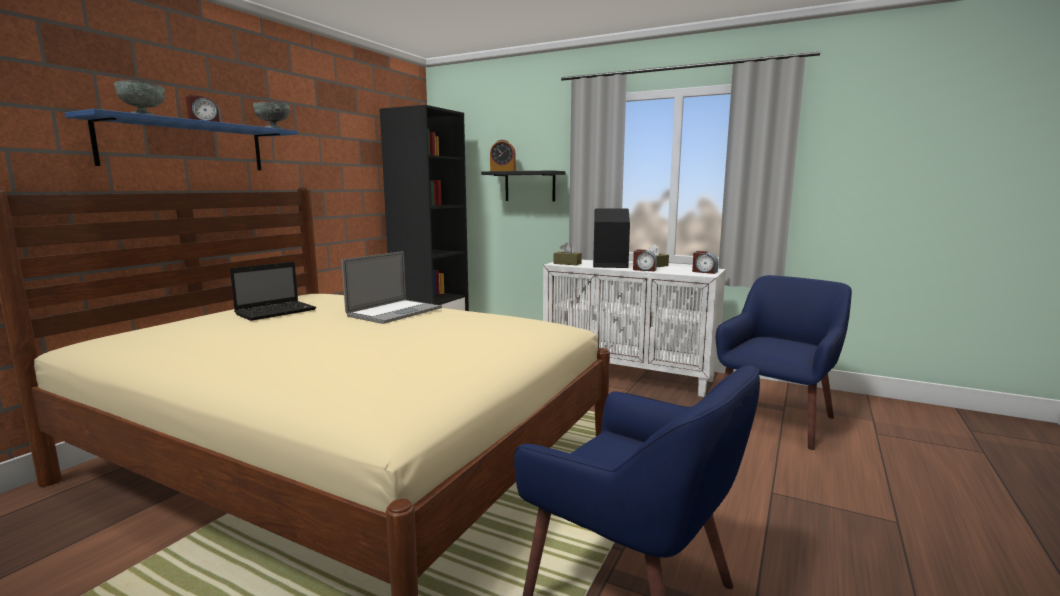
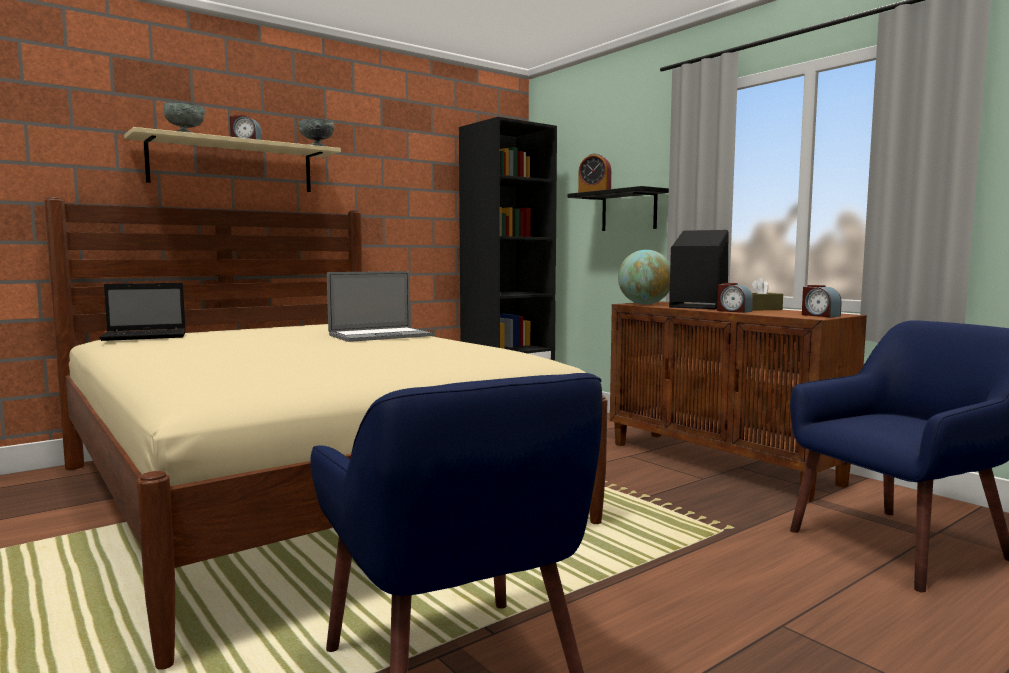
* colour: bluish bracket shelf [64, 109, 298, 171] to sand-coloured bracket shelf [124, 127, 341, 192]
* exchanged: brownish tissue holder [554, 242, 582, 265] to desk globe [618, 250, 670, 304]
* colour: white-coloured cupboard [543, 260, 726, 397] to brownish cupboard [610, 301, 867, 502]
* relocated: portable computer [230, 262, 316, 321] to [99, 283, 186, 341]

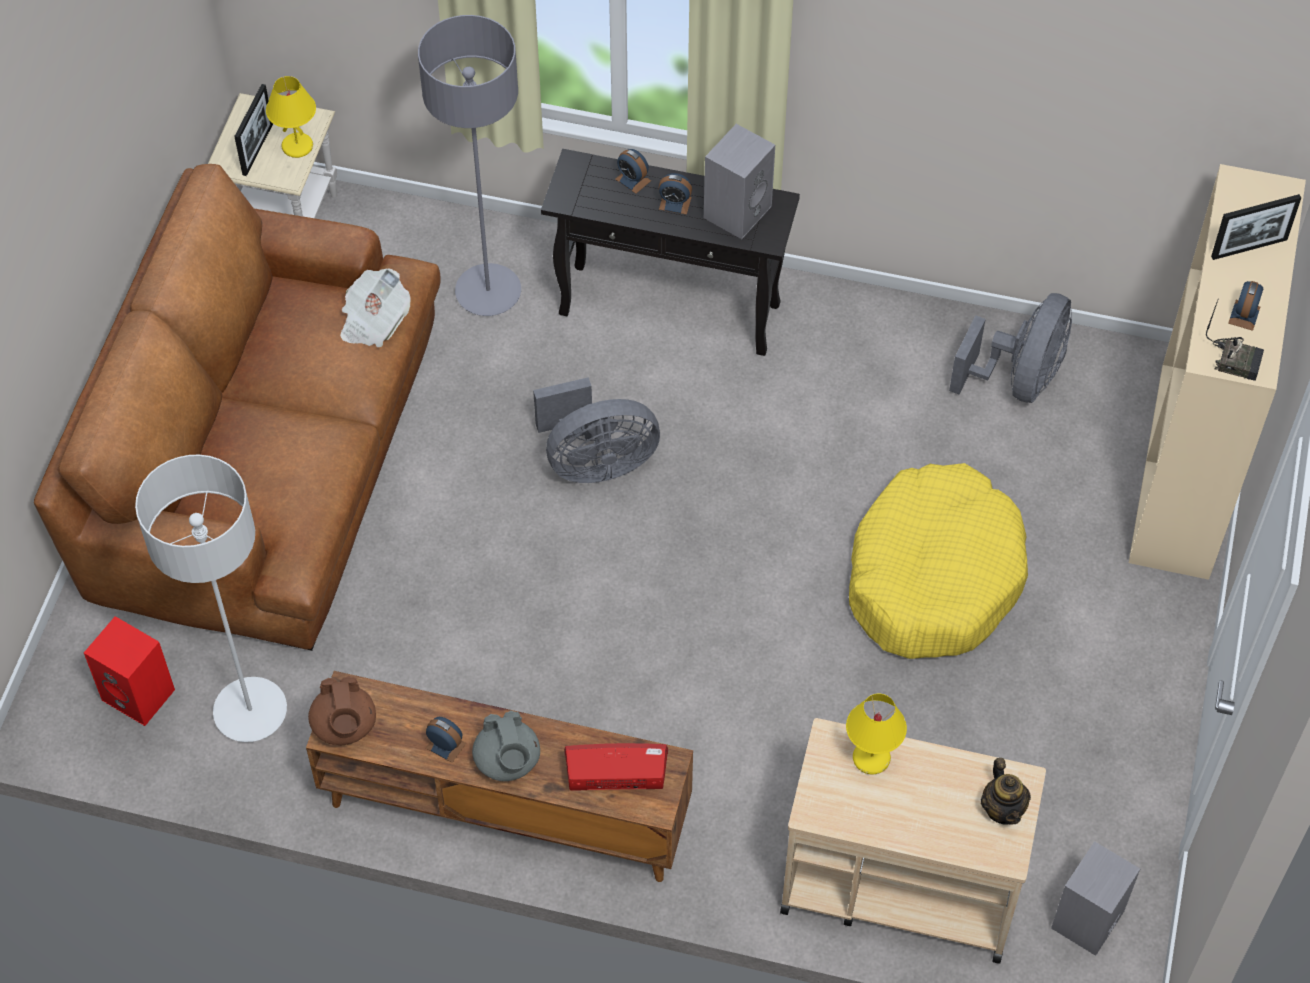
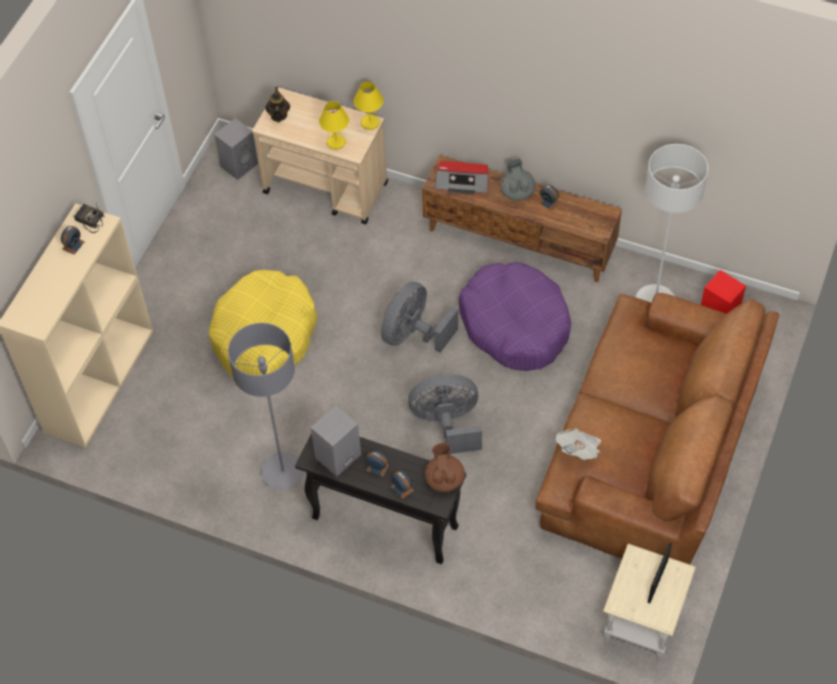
* relocated: grey standard lamp [418, 15, 521, 316] to [228, 323, 304, 490]
* relocated: yellow table lamp [266, 76, 316, 158] to [354, 81, 384, 130]
* missing: standing frame [1211, 194, 1301, 260]
* relocated: grey electric fan [949, 293, 1072, 403] to [381, 281, 458, 353]
* relocated: brownish tea pot [308, 676, 376, 746] to [425, 443, 465, 492]
* appeared: purplish dog cushion [459, 262, 571, 371]

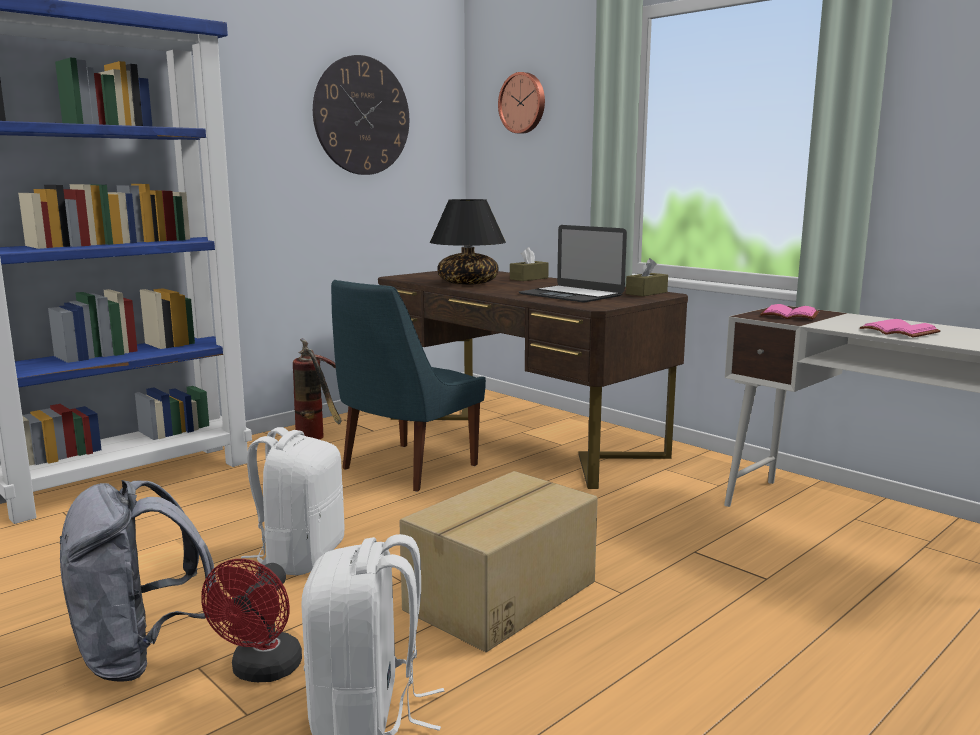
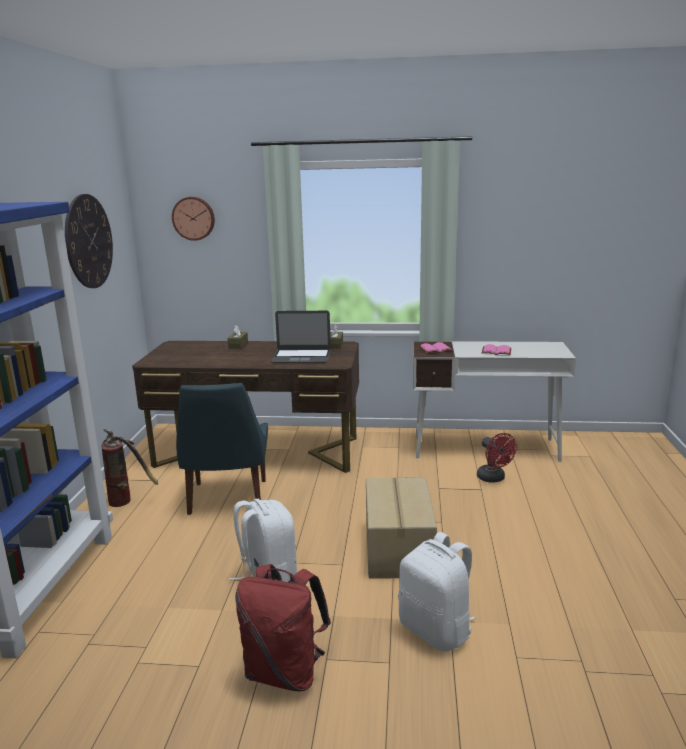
* missing: black table lamp [430, 199, 506, 285]
* colour: grey backpack [60, 480, 216, 682] to red-coloured backpack [235, 564, 331, 692]
* relocated: red-coloured electric fan [201, 559, 302, 682] to [477, 433, 517, 483]

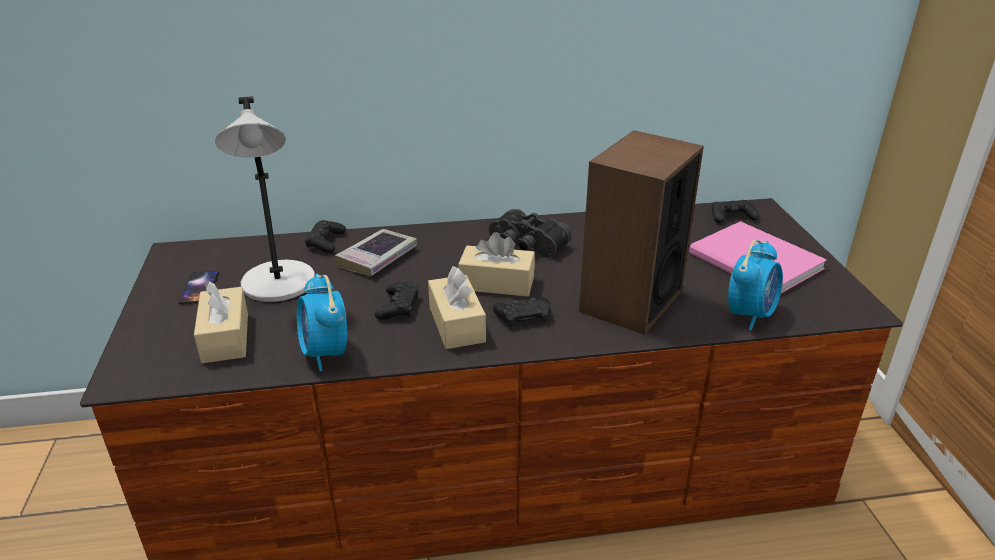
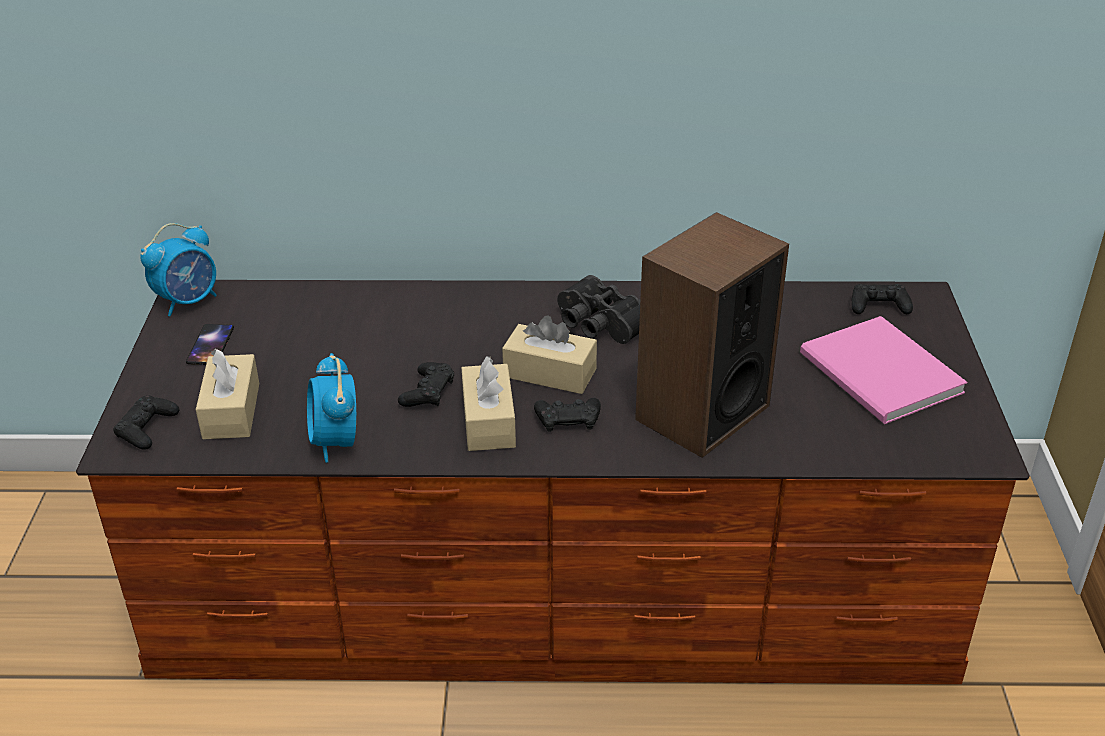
* missing: grey table lamp [215, 96, 315, 302]
* relocated: black gamepad [305, 220, 346, 253] to [113, 395, 179, 450]
* missing: volume [335, 229, 417, 276]
* relocated: bedside clock [728, 240, 783, 331] to [140, 223, 217, 316]

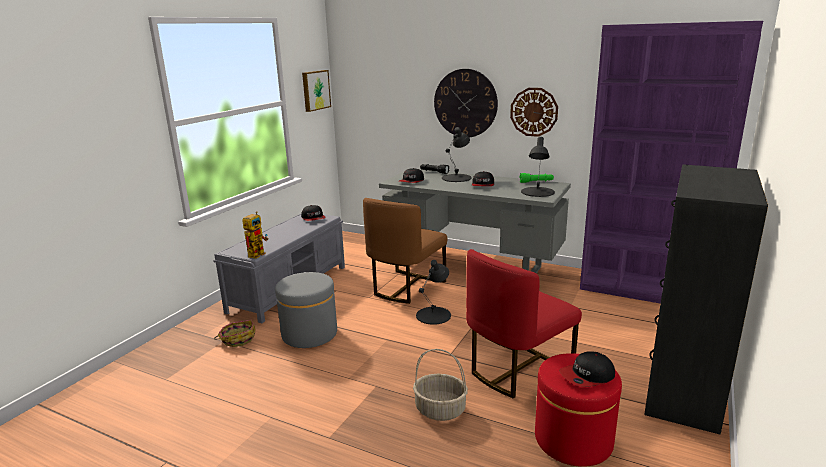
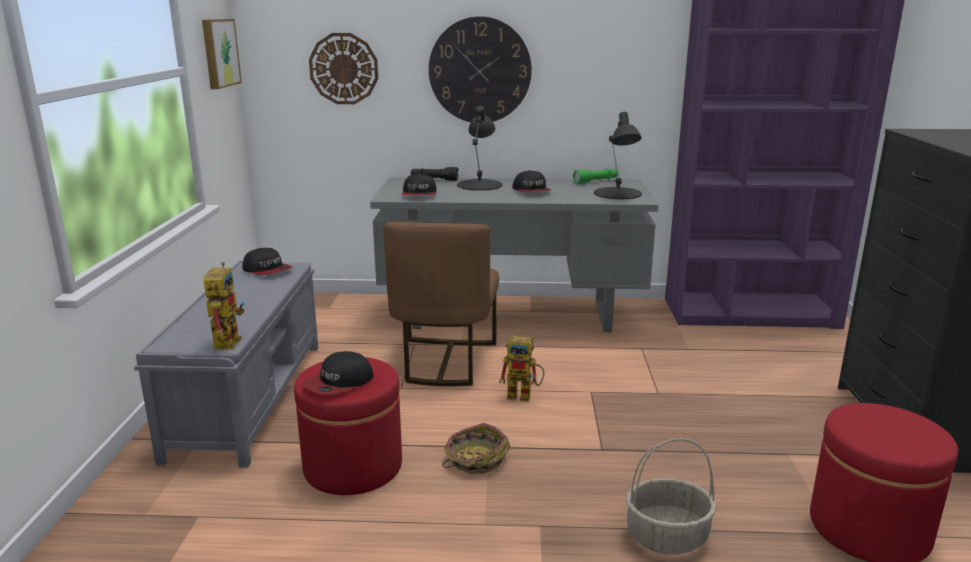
* relocated: wall clock [510, 88, 558, 137] to [309, 33, 378, 104]
* missing: red-coloured upright chair [466, 249, 582, 399]
* exchanged: black table lamp [416, 260, 451, 325] to model robot [499, 336, 544, 402]
* colour: grey ottoman [275, 272, 337, 348] to red-coloured ottoman [294, 357, 402, 495]
* relocated: storage basket [214, 320, 256, 347] to [443, 423, 511, 474]
* relocated: peaked cap [559, 351, 615, 387] to [301, 351, 373, 395]

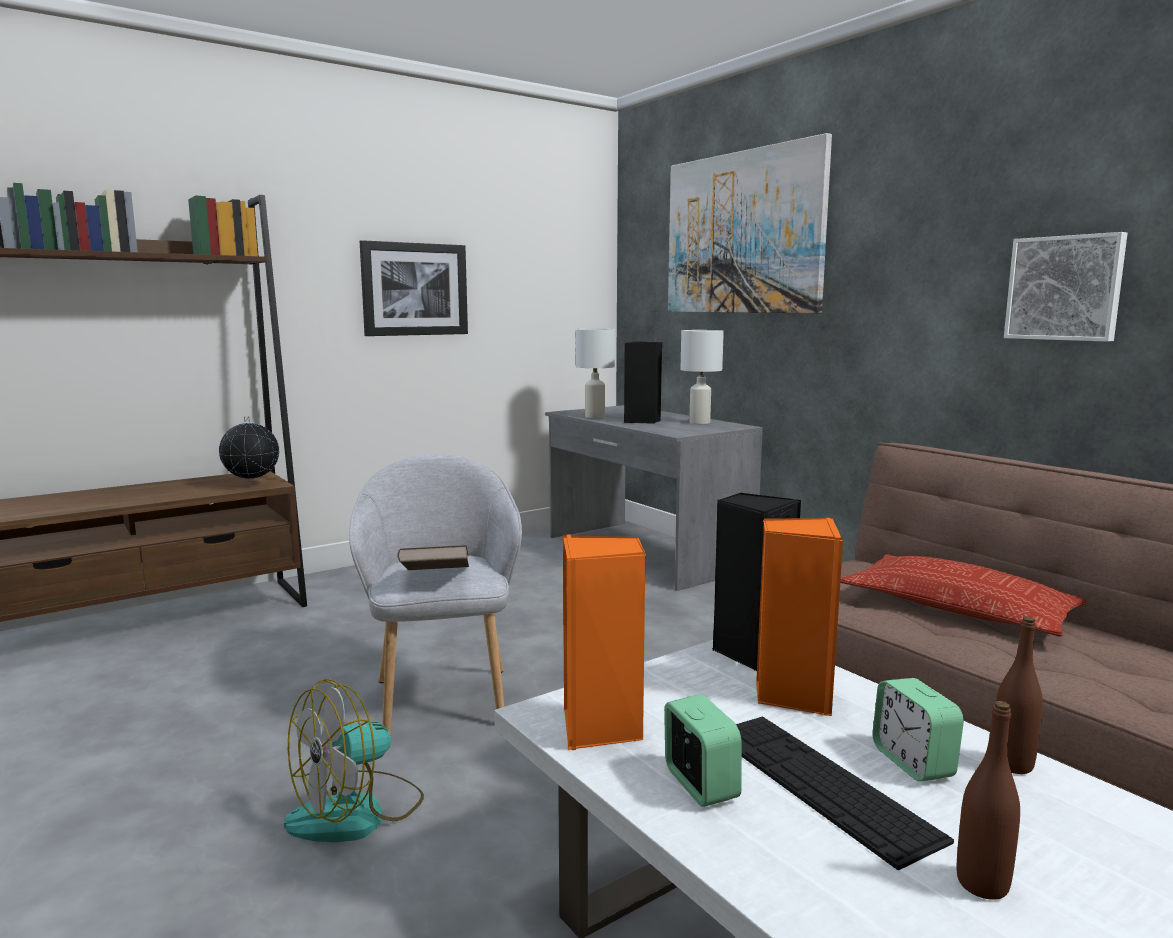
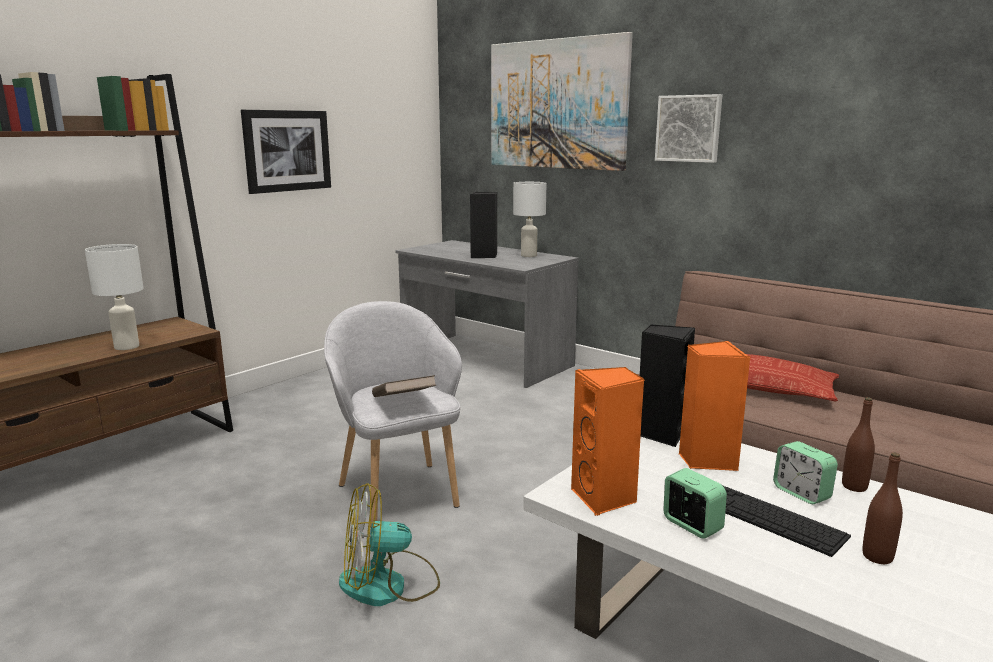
* relocated: wall art [1004, 232, 1128, 342] to [655, 94, 722, 163]
* relocated: white-coloured table lamp [575, 329, 615, 418] to [85, 244, 144, 350]
* missing: desk globe [219, 416, 279, 486]
* spun: electric fan [284, 679, 424, 842] = [339, 483, 440, 606] 45 degrees clockwise

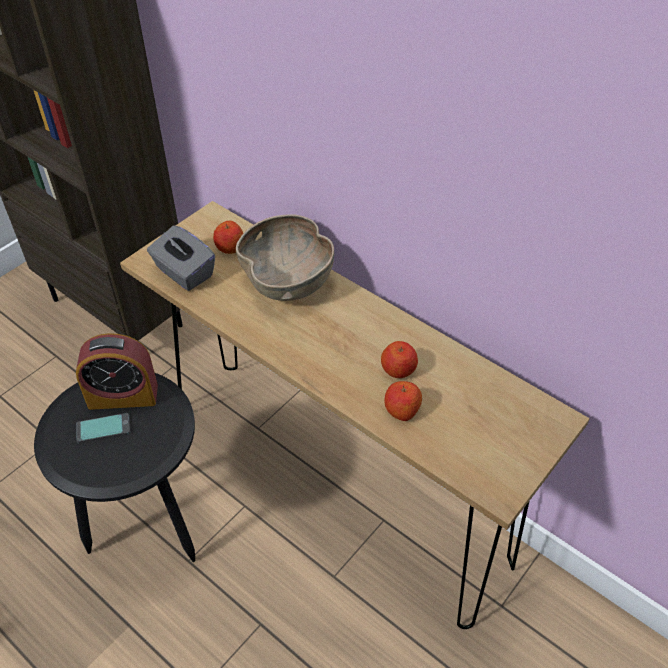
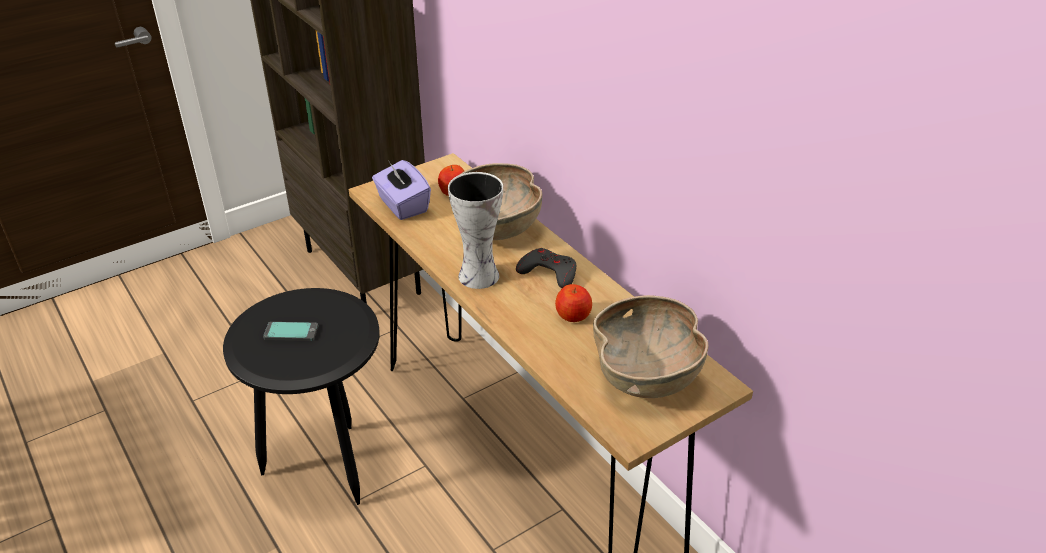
* colour: grey tissue holder [147, 225, 215, 291] to purplish tissue holder [372, 160, 431, 220]
* missing: bedside clock [76, 333, 158, 410]
* missing: apple fruit [384, 381, 422, 421]
* appeared: vase [448, 172, 503, 289]
* appeared: grey gamepad [516, 248, 576, 288]
* appeared: brownish serving bowl [593, 295, 709, 398]

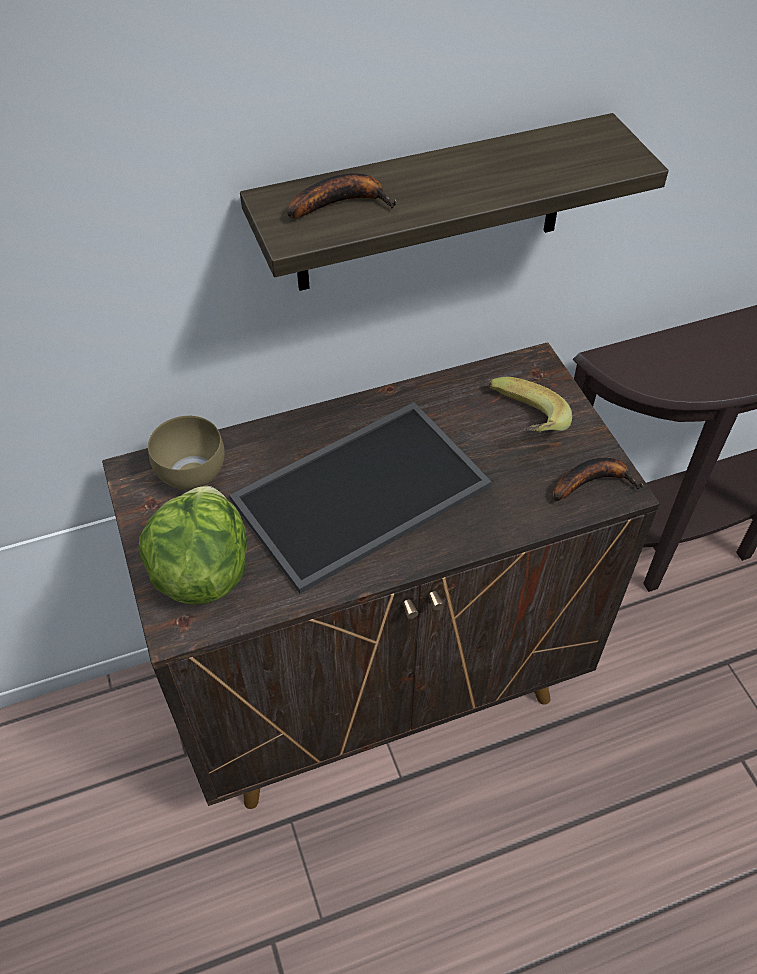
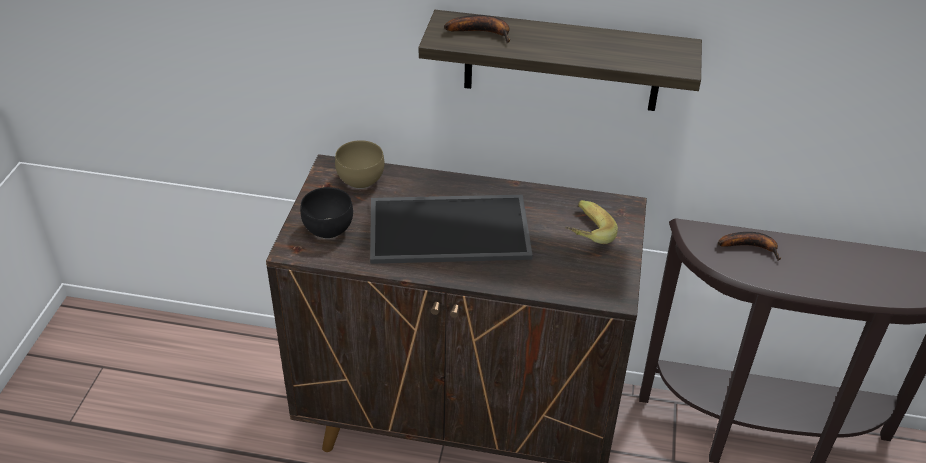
* relocated: whole banana [553, 458, 643, 501] to [718, 232, 781, 261]
* exchanged: head of lettuce [139, 486, 247, 605] to black serving bowl [301, 187, 353, 239]

